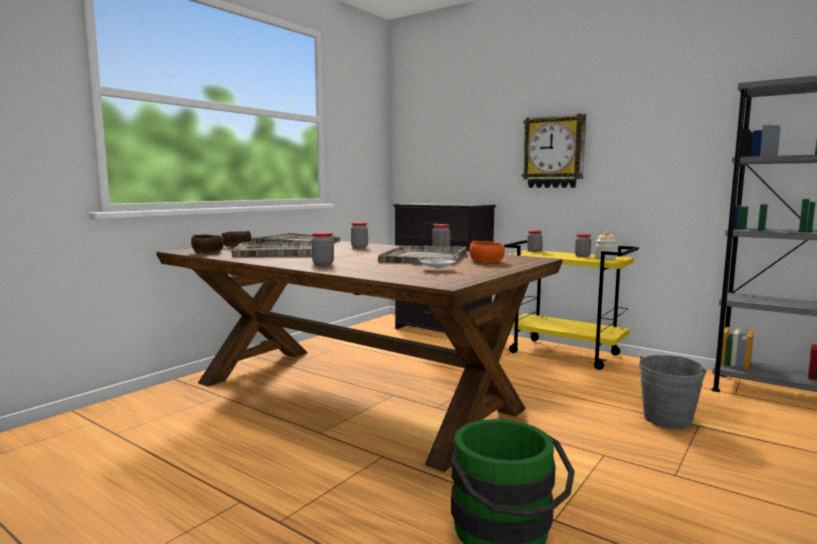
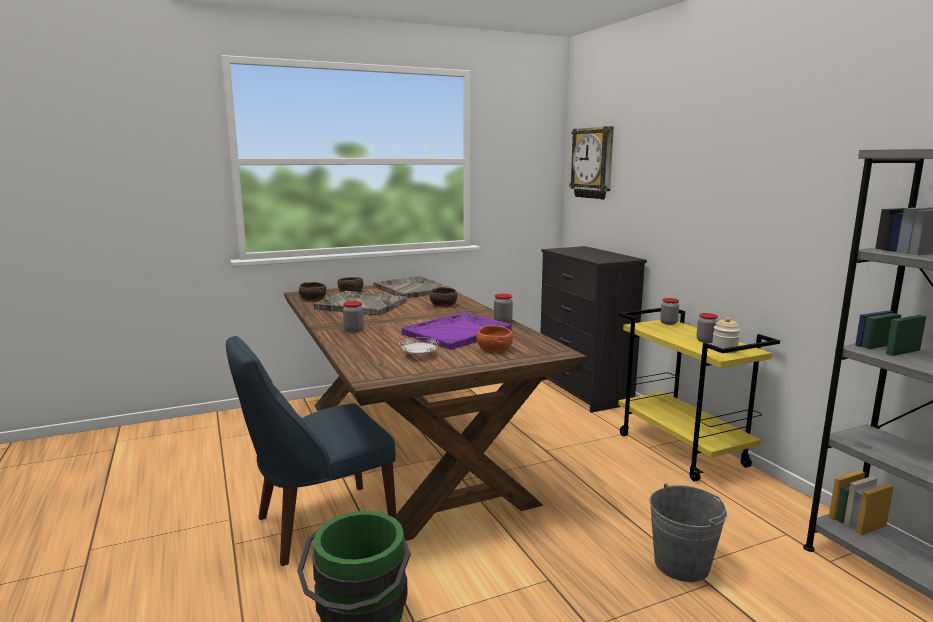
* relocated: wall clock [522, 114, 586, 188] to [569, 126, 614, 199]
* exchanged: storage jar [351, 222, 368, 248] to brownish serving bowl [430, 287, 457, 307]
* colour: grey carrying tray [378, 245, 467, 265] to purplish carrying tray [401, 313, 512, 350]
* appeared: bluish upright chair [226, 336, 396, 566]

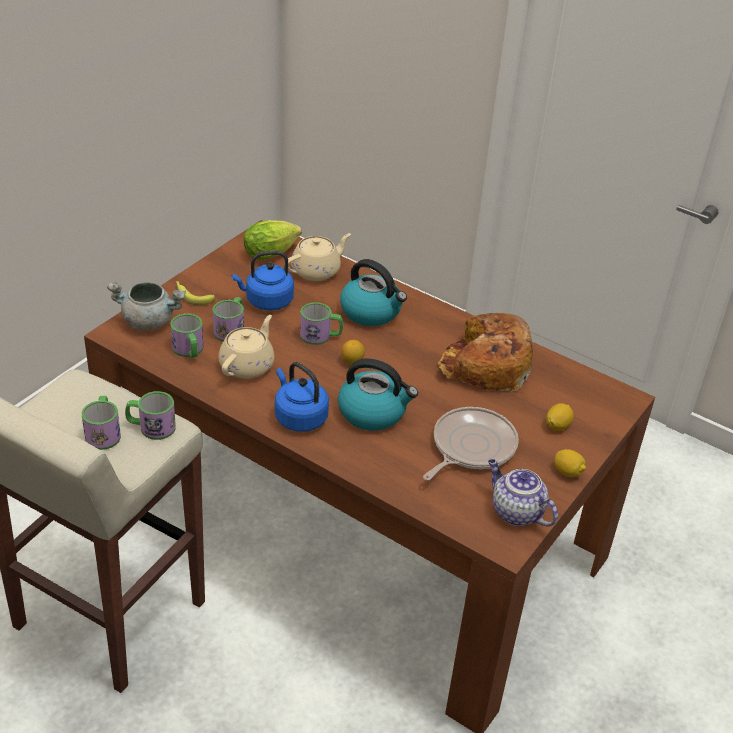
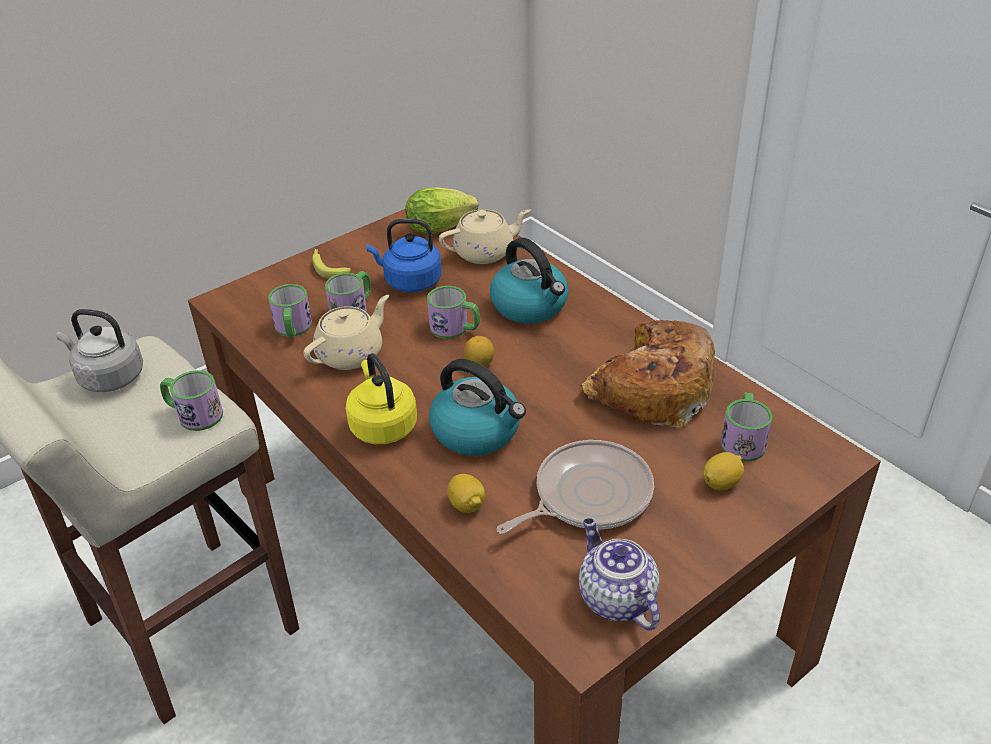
* missing: grey saucepot [107, 282, 186, 330]
* colour: bluish tea kettle [275, 362, 329, 432] to yellow tea kettle [345, 353, 417, 444]
* relocated: tea mug [82, 395, 121, 450] to [721, 393, 772, 462]
* relocated: citrus fruit [555, 449, 586, 477] to [447, 474, 485, 513]
* appeared: grey tea kettle [56, 309, 143, 392]

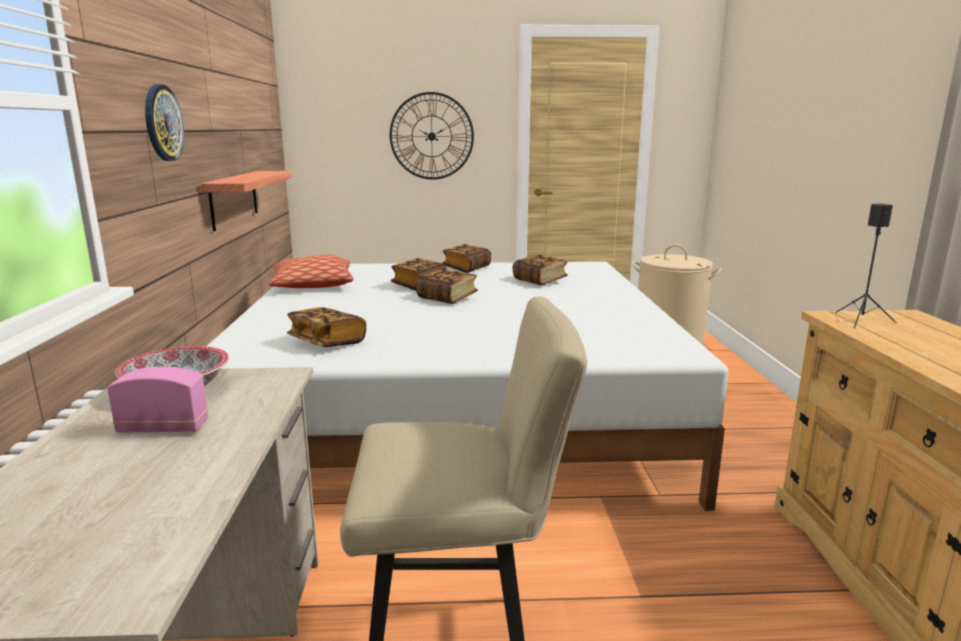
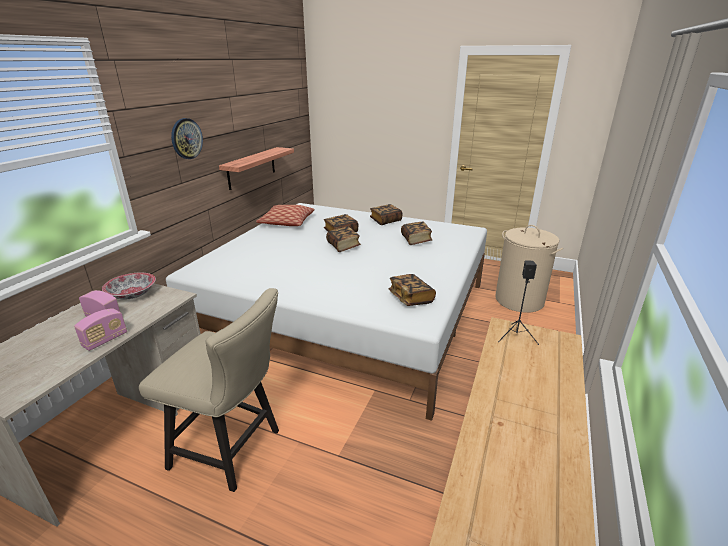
* missing: wall clock [390, 92, 474, 180]
* relocated: volume [287, 307, 366, 347] to [388, 274, 436, 306]
* appeared: radio set [74, 308, 127, 351]

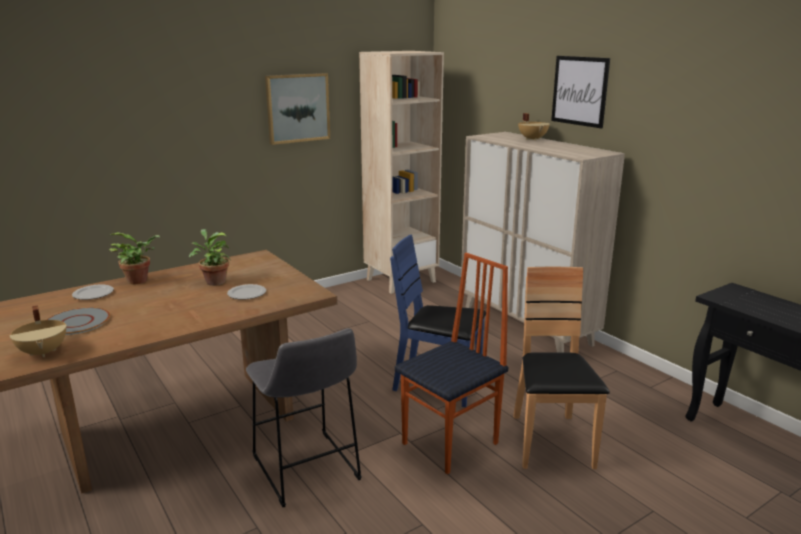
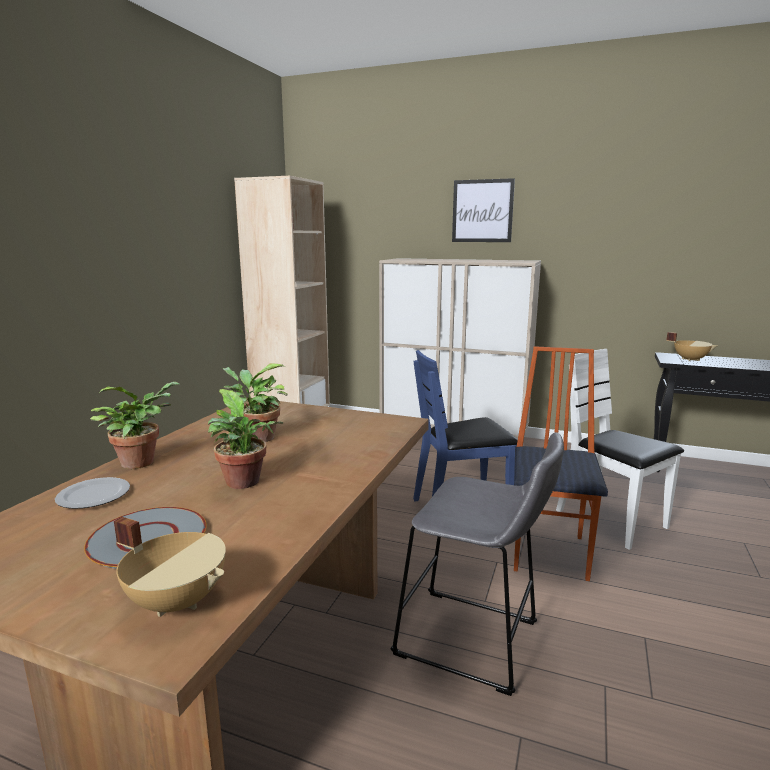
* missing: wall art [265, 73, 330, 145]
* relocated: sand-coloured saucepot [518, 113, 550, 141] to [666, 332, 717, 361]
* colour: brownish upright chair [513, 267, 610, 469] to white-coloured upright chair [556, 349, 684, 550]
* missing: plate [227, 284, 266, 300]
* appeared: potted plant [208, 389, 283, 489]

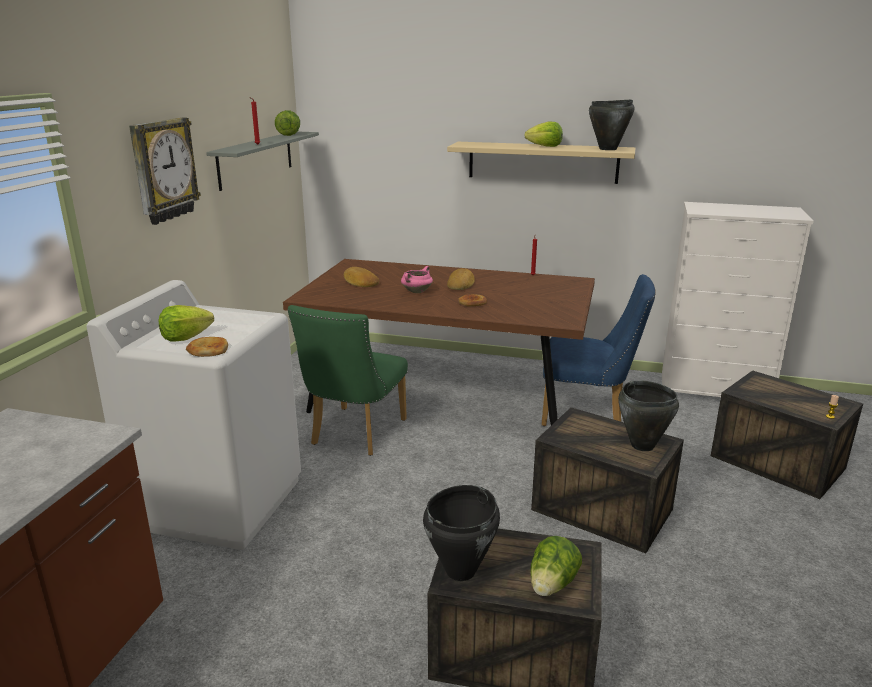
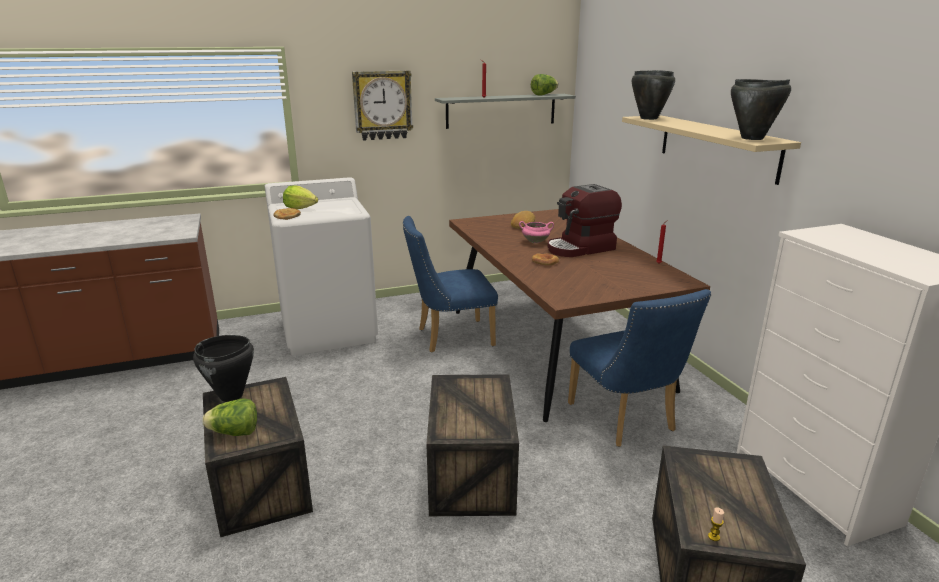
* missing: head of lettuce [525, 122, 563, 147]
* exchanged: baked bread [447, 268, 475, 290] to coffee machine [548, 184, 622, 257]
* colour: green upright chair [288, 305, 408, 456] to bluish upright chair [403, 216, 498, 353]
* relocated: black saucepot [618, 380, 679, 451] to [632, 70, 675, 120]

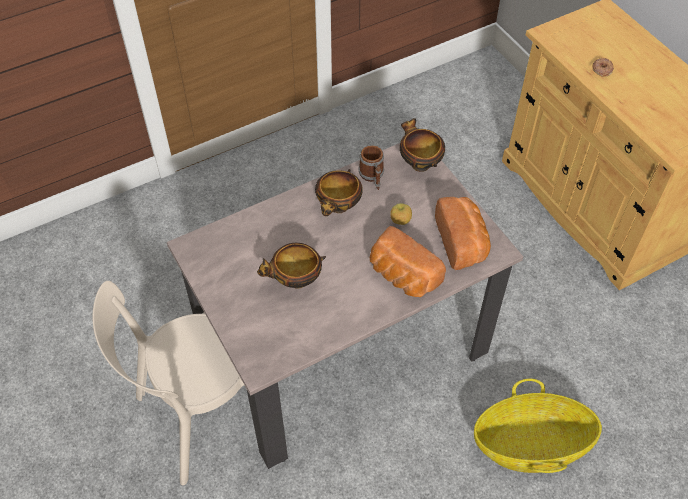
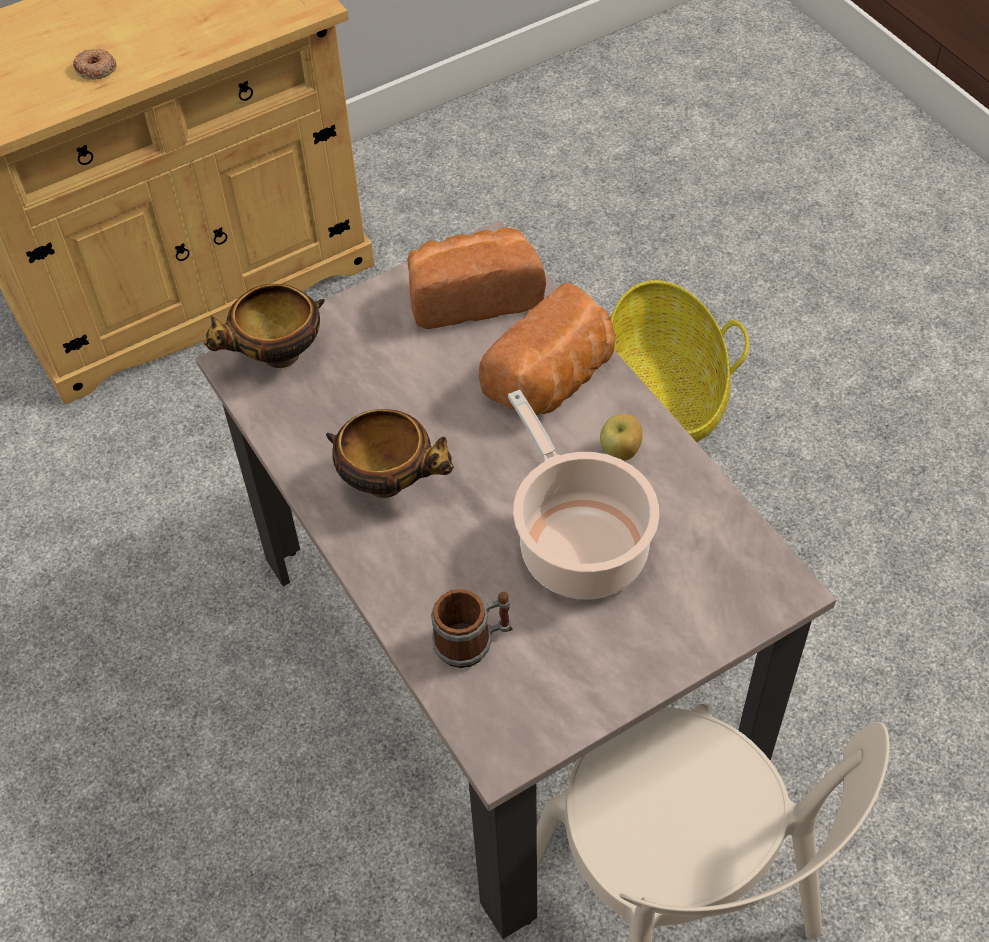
* relocated: tea mug [359, 145, 384, 190] to [431, 589, 512, 668]
* relocated: apple fruit [390, 203, 412, 225] to [600, 414, 643, 461]
* exchanged: serving bowl [257, 243, 326, 289] to saucepot [508, 390, 659, 600]

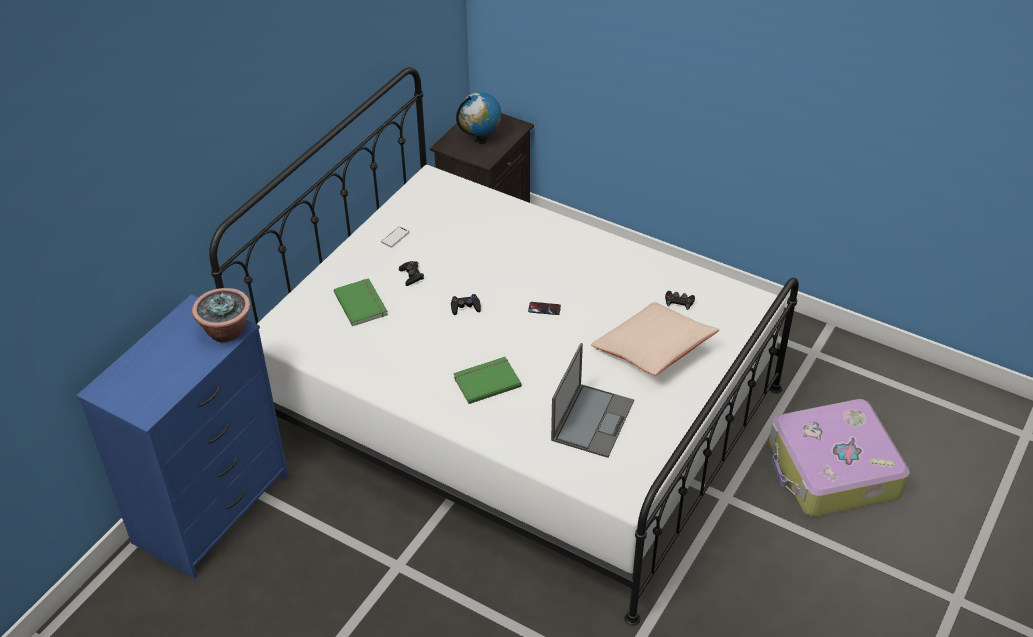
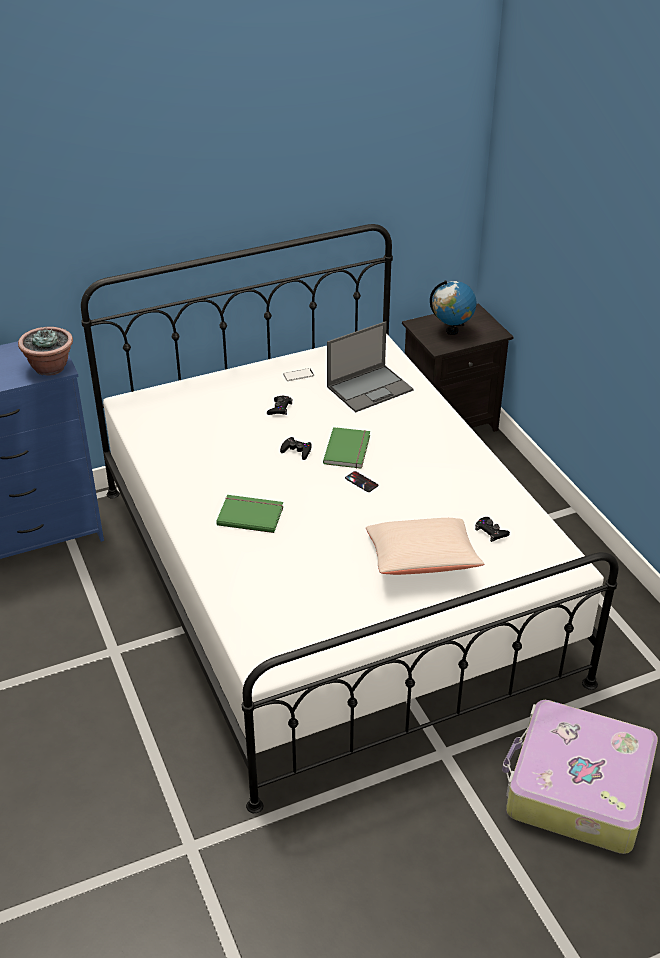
* relocated: green volume [334, 278, 388, 326] to [323, 427, 370, 469]
* relocated: portable computer [551, 343, 634, 458] to [327, 321, 413, 413]

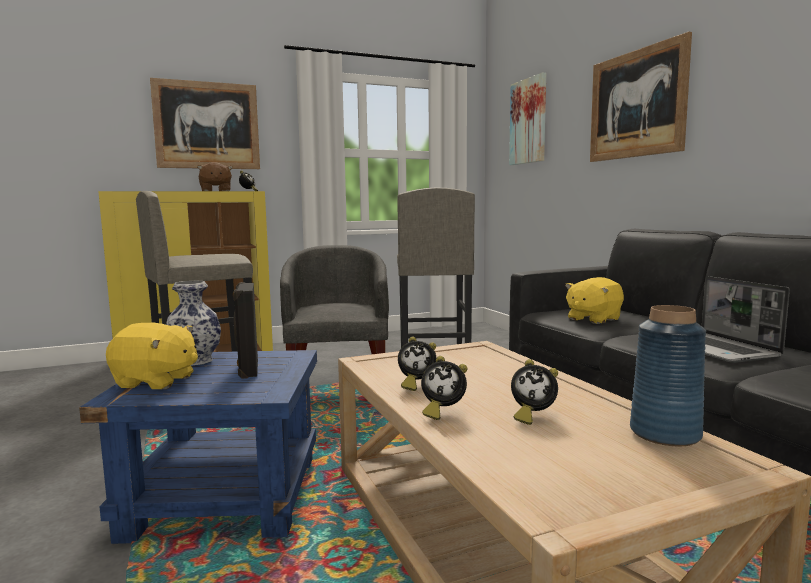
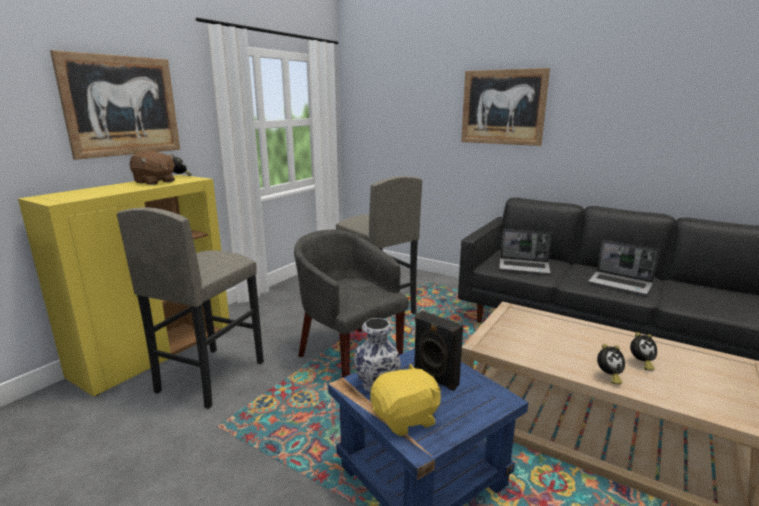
* missing: wall art [509, 72, 546, 165]
* exchanged: yellow cuddly toy [565, 277, 624, 324] to portable computer [499, 229, 552, 274]
* missing: bluish vase [630, 305, 706, 446]
* missing: bedside clock [398, 337, 437, 391]

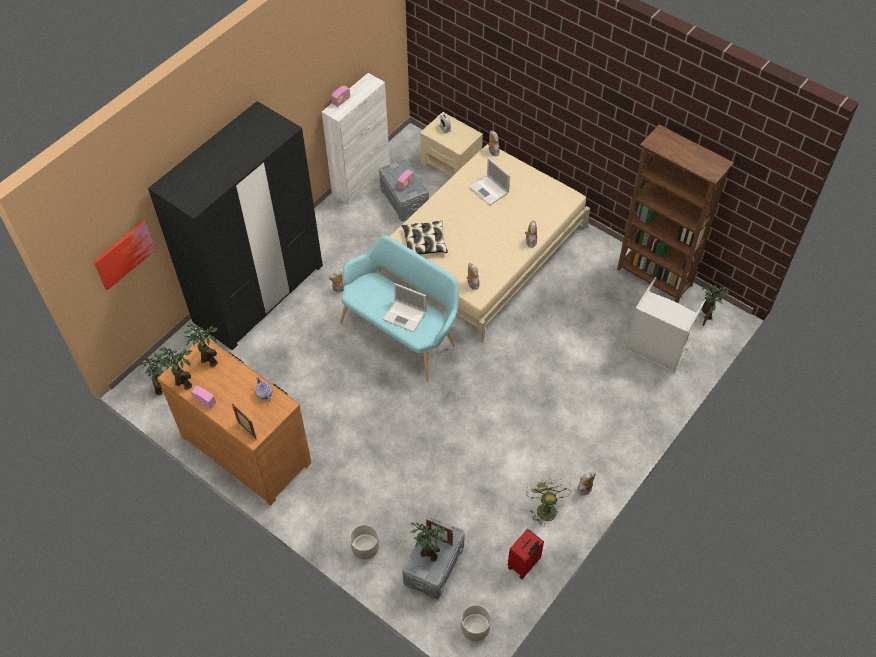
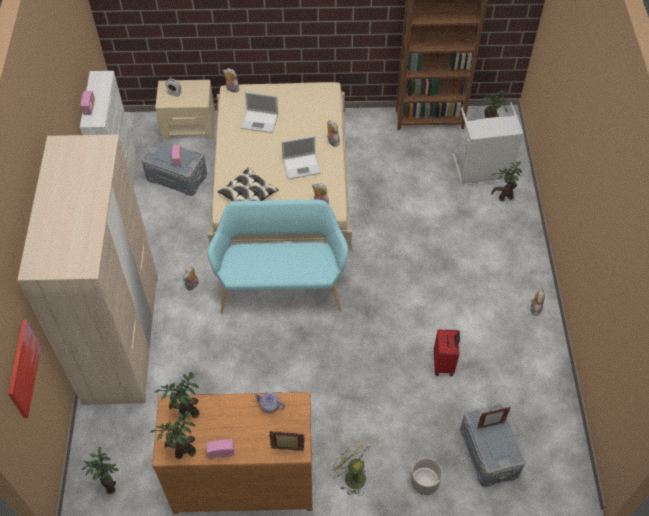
* colour: black clothes cupboard [148, 101, 323, 350] to sand-coloured clothes cupboard [17, 135, 158, 405]
* relocated: portable computer [383, 283, 426, 332] to [282, 136, 321, 179]
* relocated: green electric fan [526, 478, 571, 527] to [328, 439, 371, 496]
* relocated: potted plant [410, 522, 446, 562] to [491, 162, 522, 201]
* relocated: red-coloured suitcase [508, 529, 544, 579] to [434, 330, 460, 376]
* missing: grey flower pot [461, 605, 491, 641]

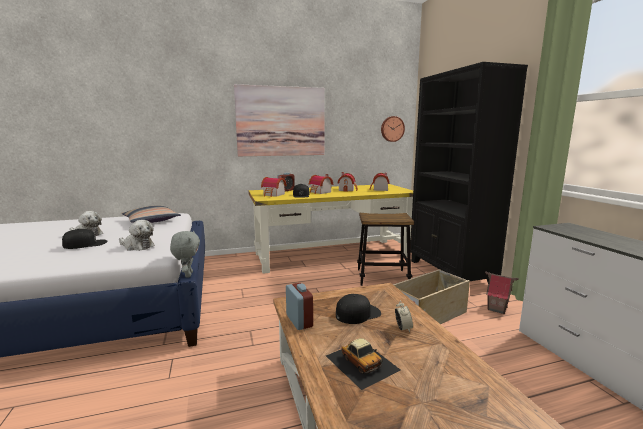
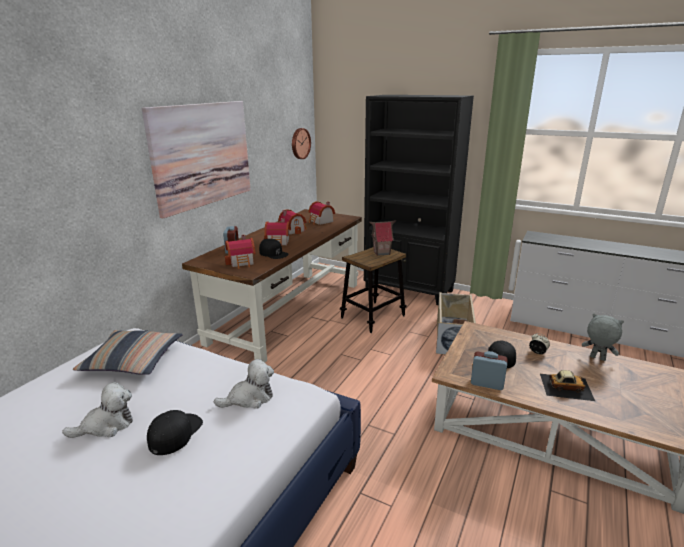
* colour: yellow desk table [248, 184, 413, 274] to brownish desk table [182, 209, 362, 362]
* relocated: grey cuddly toy [170, 231, 200, 278] to [582, 314, 624, 361]
* relocated: toy house [485, 271, 519, 314] to [369, 220, 396, 256]

